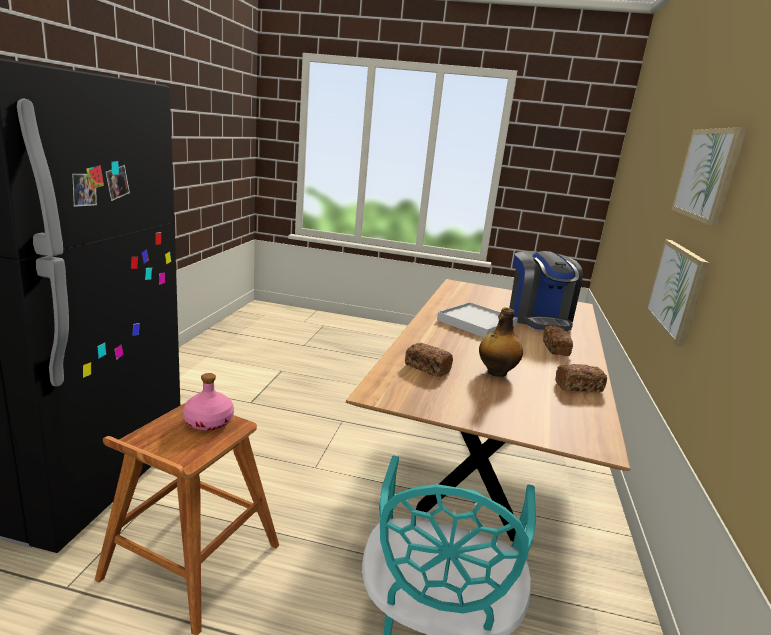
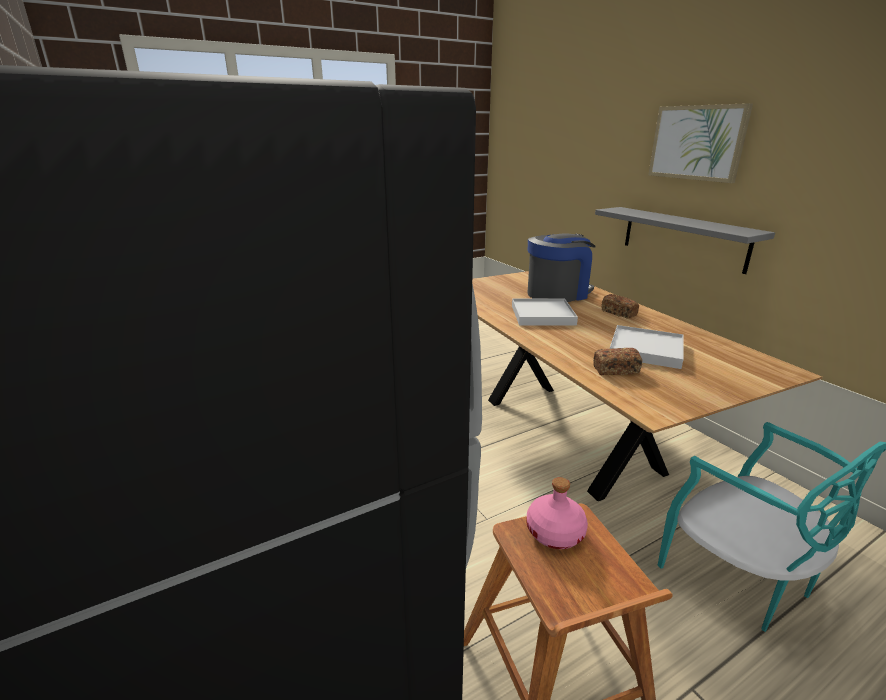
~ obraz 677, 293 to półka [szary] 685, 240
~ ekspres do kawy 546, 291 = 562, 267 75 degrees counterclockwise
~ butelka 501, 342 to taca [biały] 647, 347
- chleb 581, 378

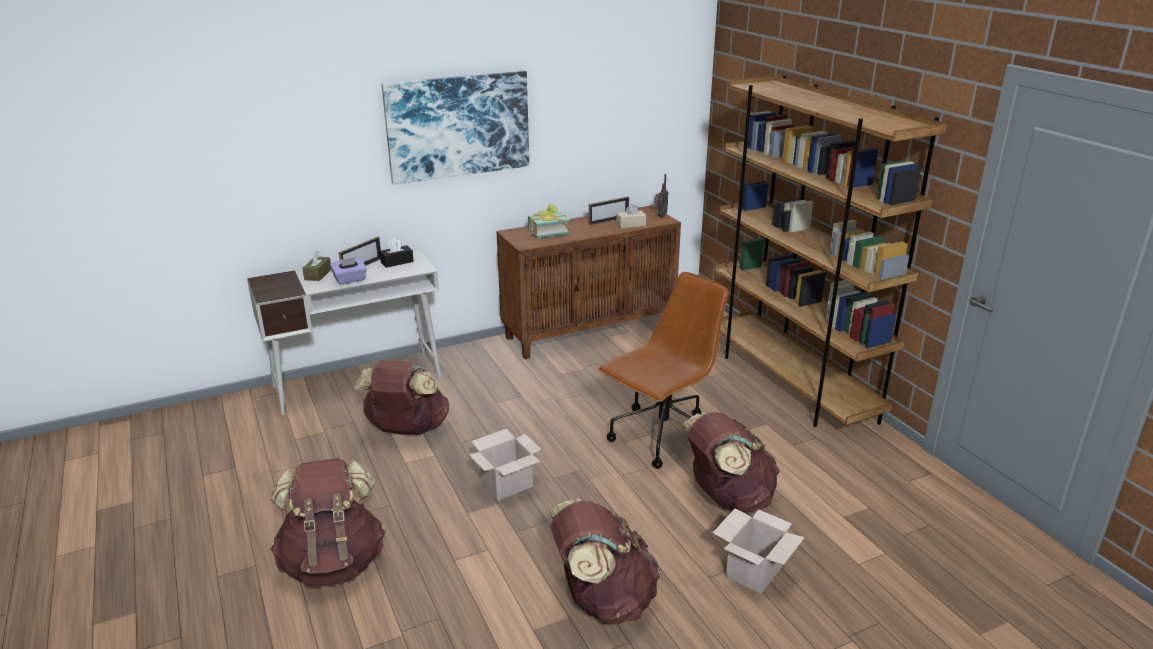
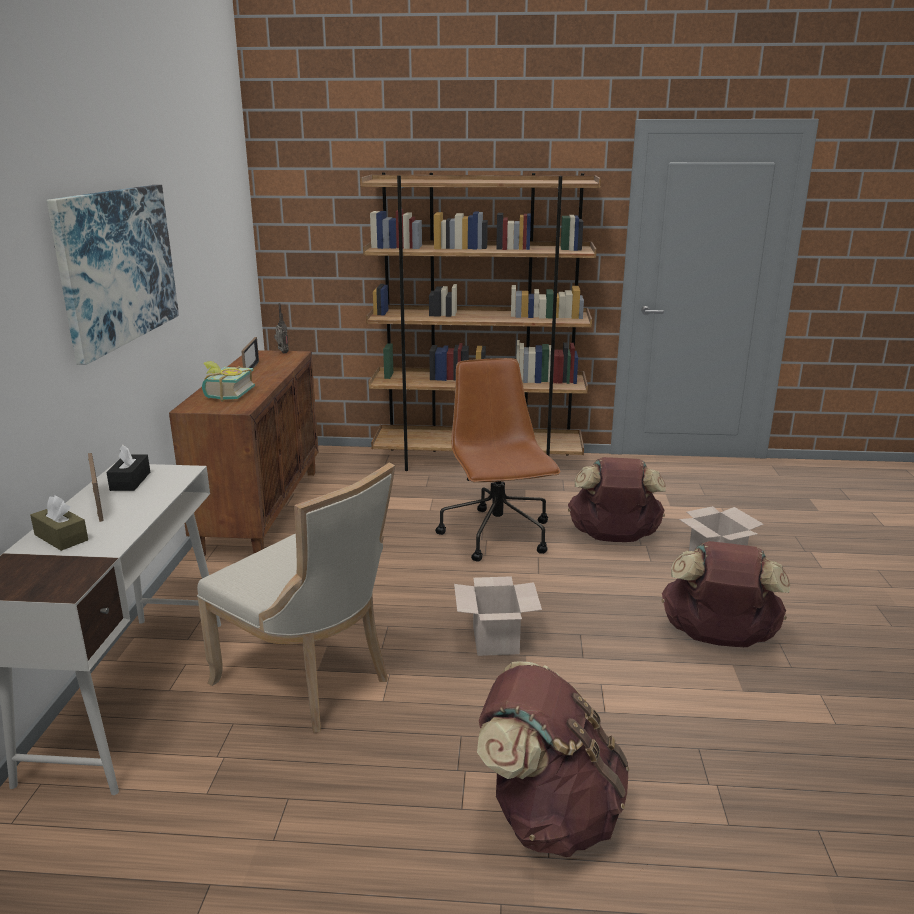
- pudełko chusteczek [beżowy] 631, 216
- pudełko chusteczek [fioletowy] 348, 271
~ plecak [brązowy] 401, 397 to krzesło [beżowy] 296, 598

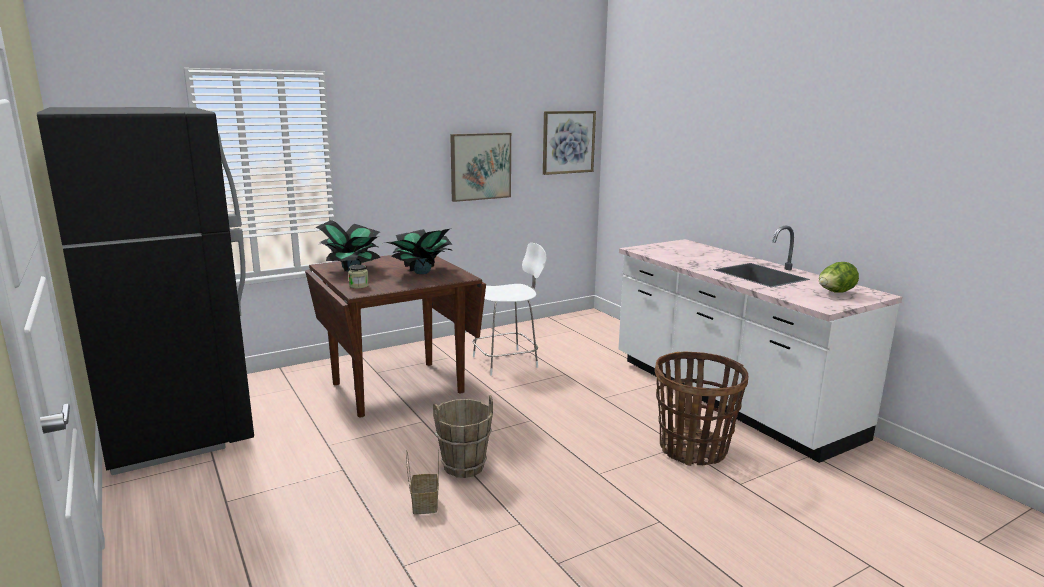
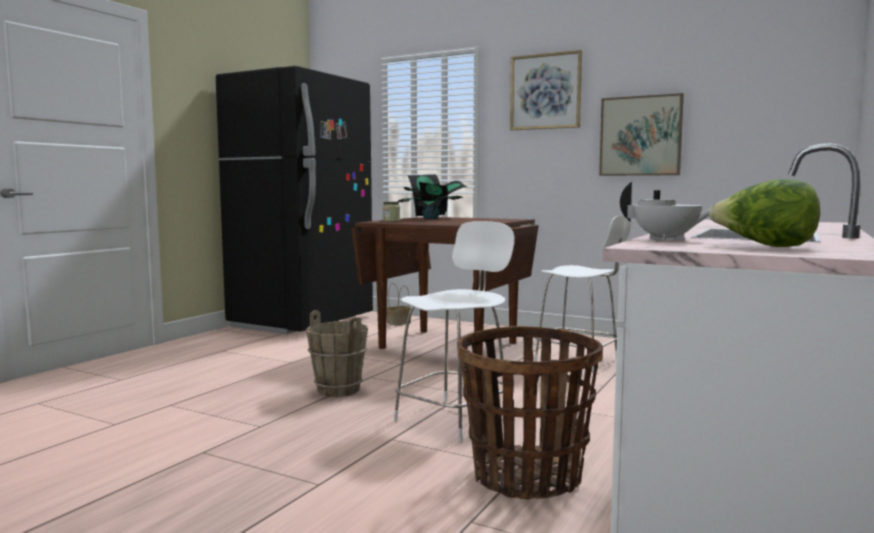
~ obraz 569, 143 to 546, 90
- roślina doniczkowa 418, 251
~ koszyk 422, 481 to 398, 304
+ imbryk [biały] 665, 211
+ krzesło [biały] 454, 331

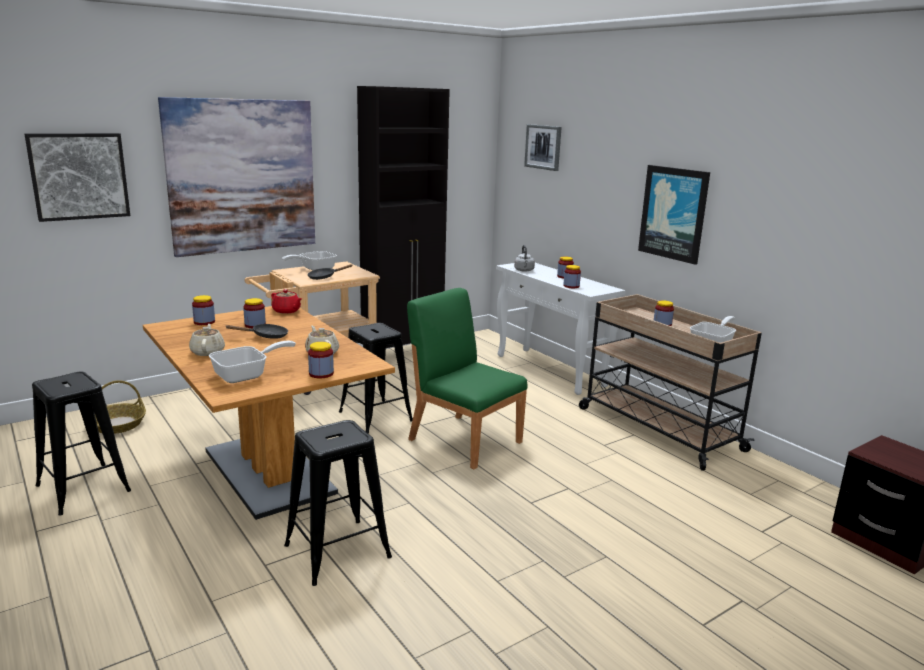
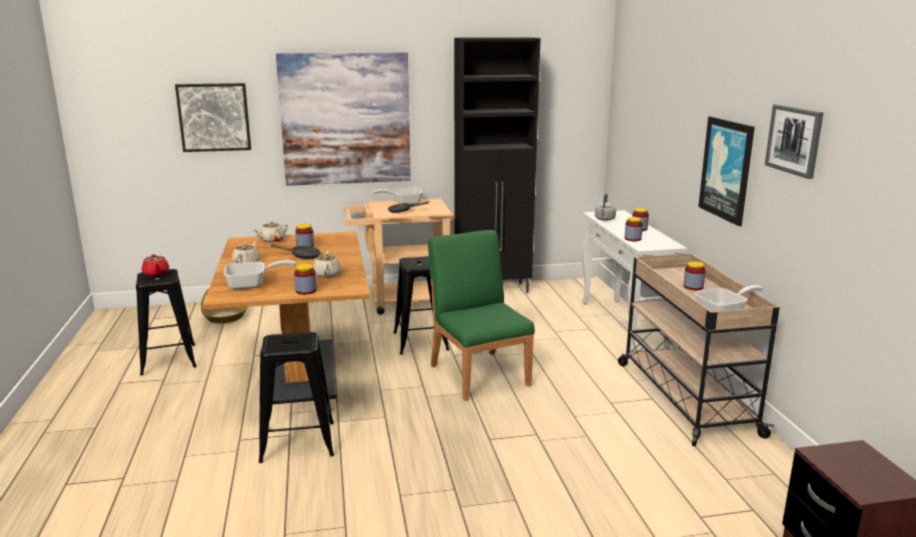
~ obraz 543, 147 to 794, 141
~ imbryk [czerwony] 286, 301 to 155, 265
~ słoik 203, 310 to imbryk [beżowy] 270, 232

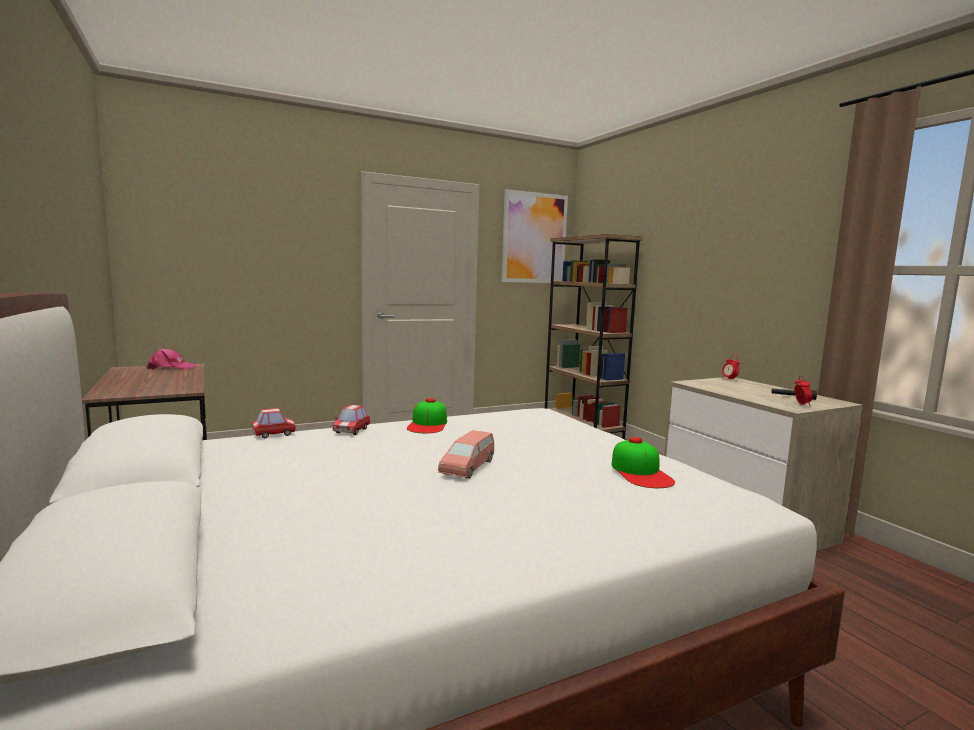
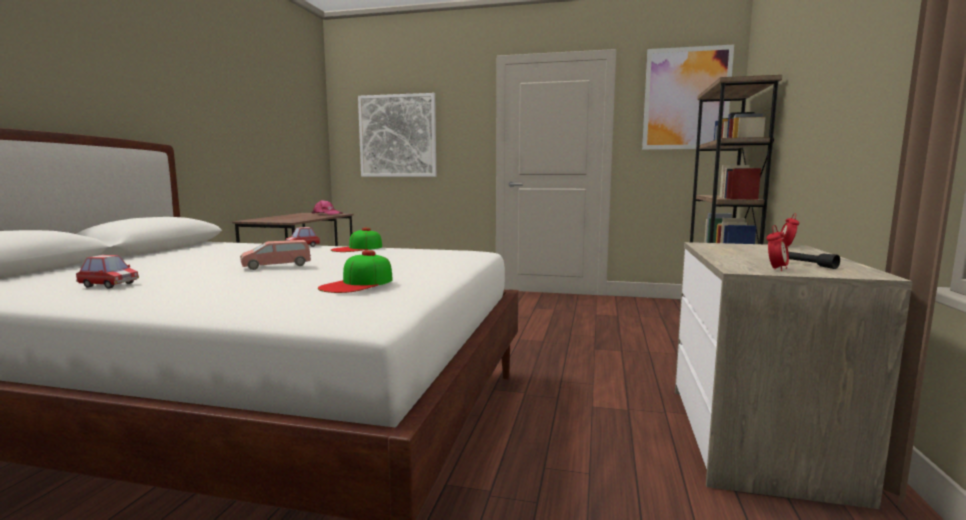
~ samochodzik 274, 423 to 107, 272
+ obraz 397, 135

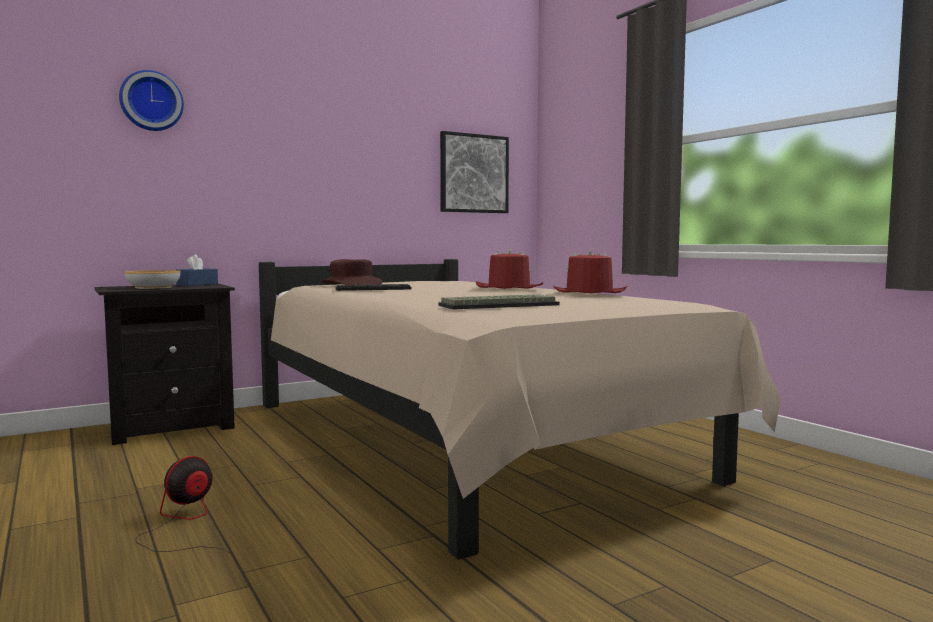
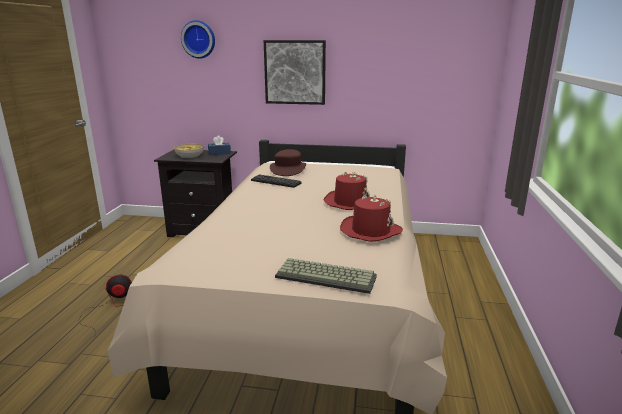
~ obraz 474, 172 to 295, 72
~ klawiatura 499, 302 to 326, 276

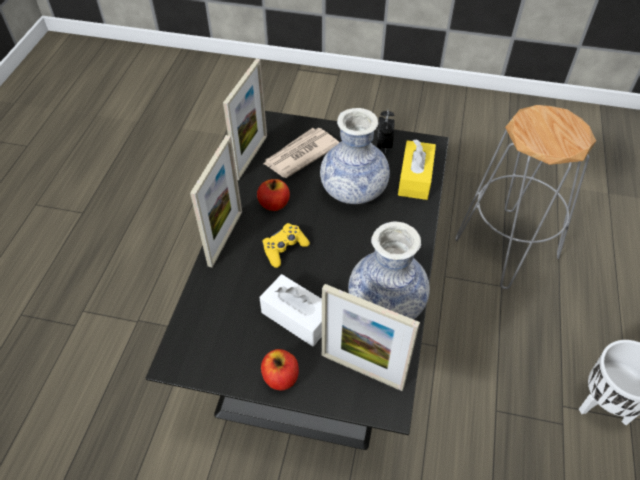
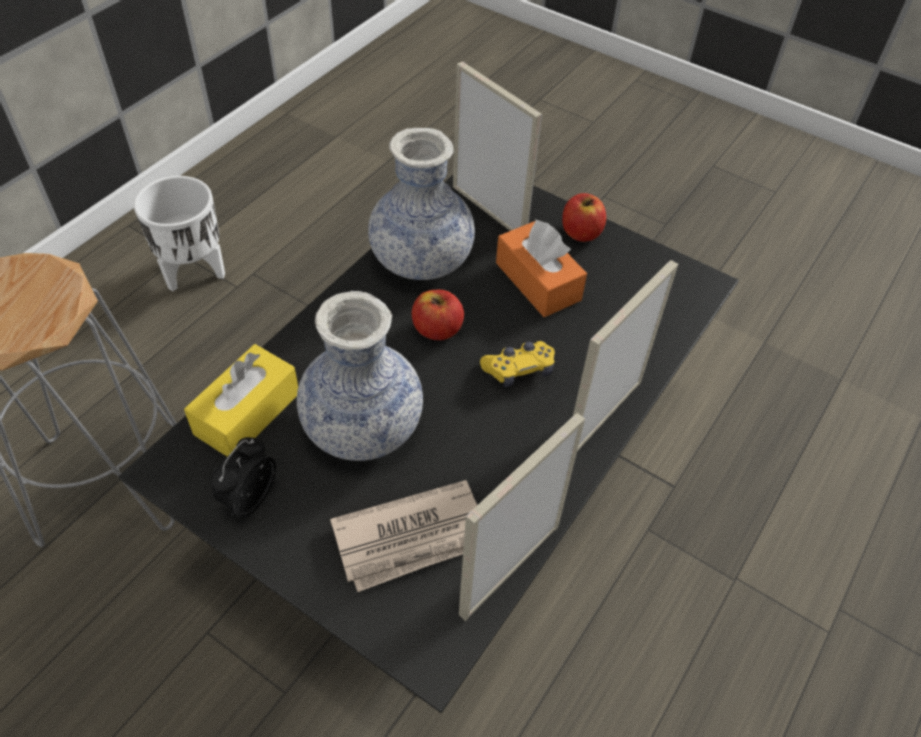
~ jabłko 273, 195 to 438, 315
~ pudełko chusteczek [biały] 290, 310 to pudełko chusteczek [pomarańczowy] 541, 268

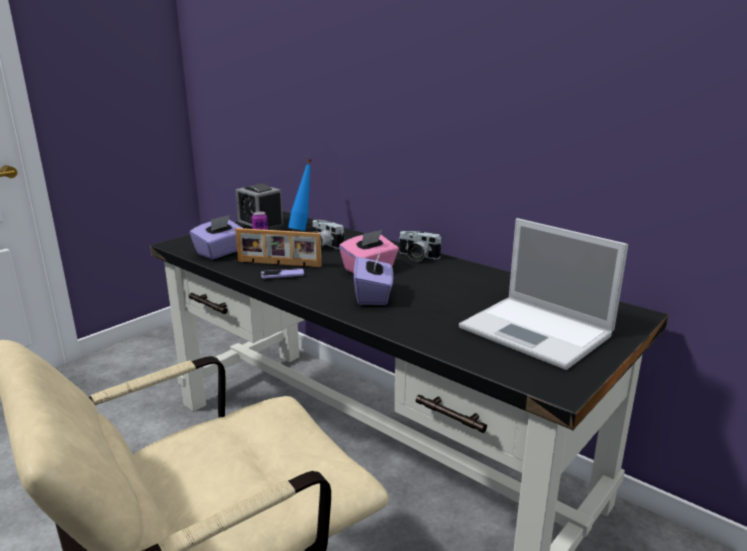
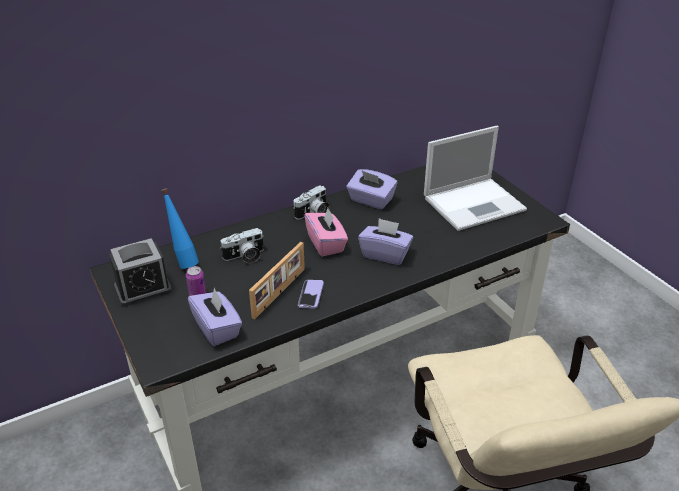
+ pudełko chusteczek [fioletowy] 372, 189

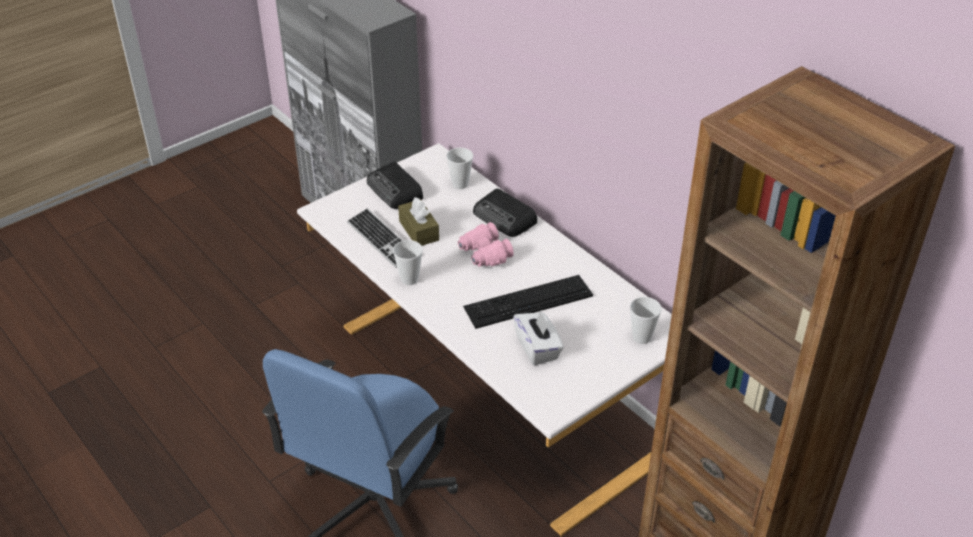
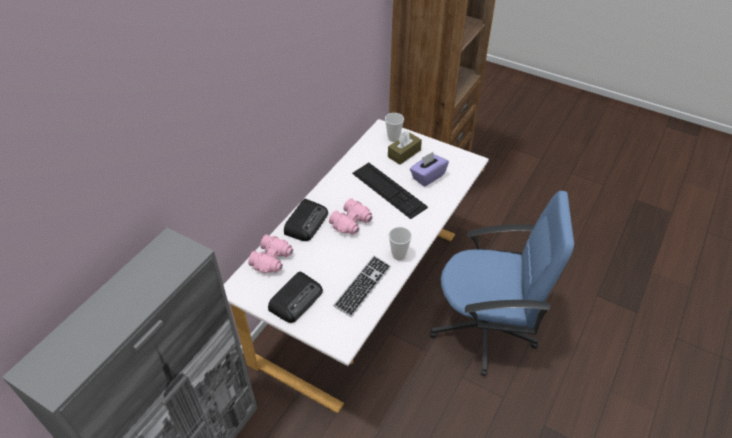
~ filiżanka 459, 168 to lornetka [różowy] 270, 253
~ pudełko chusteczek [brązowy] 418, 221 to 405, 148
~ pudełko chusteczek [biały] 538, 338 to pudełko chusteczek [fioletowy] 429, 169

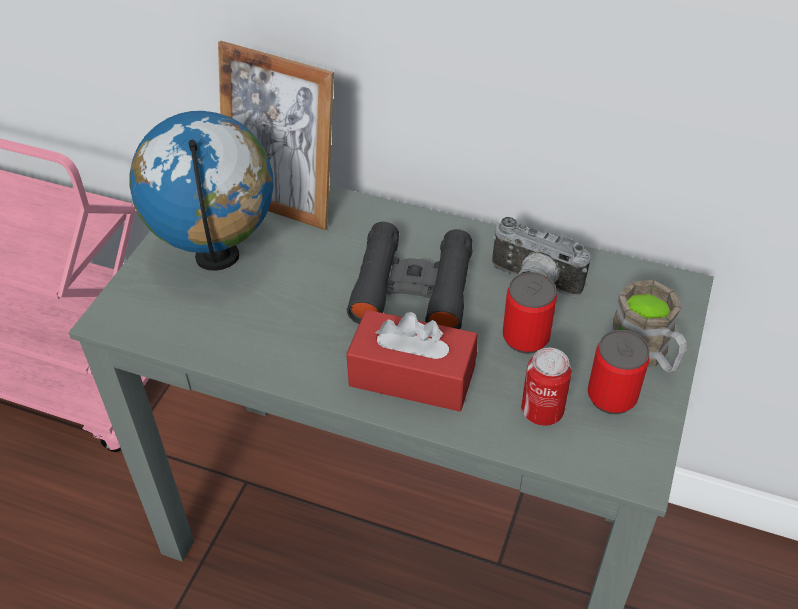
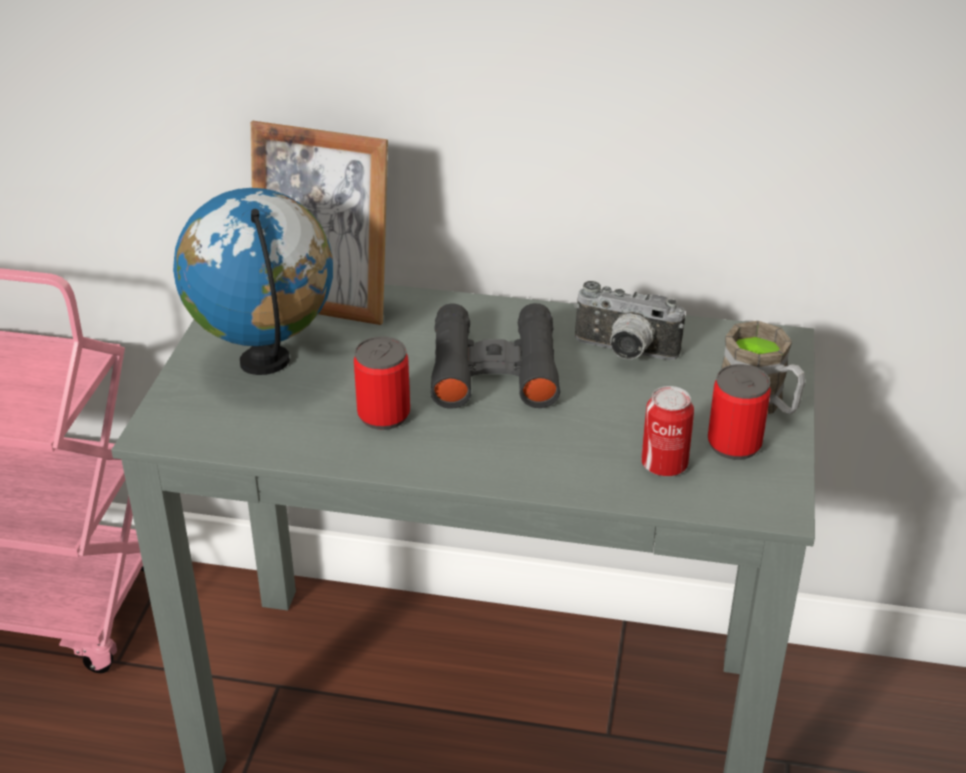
~ puszka 530, 313 to 382, 383
- pudełko chusteczek [czerwony] 412, 361

